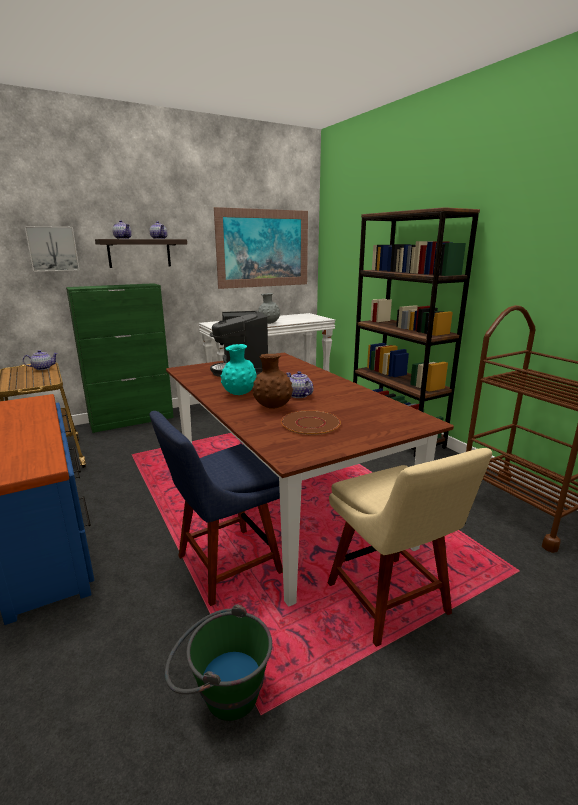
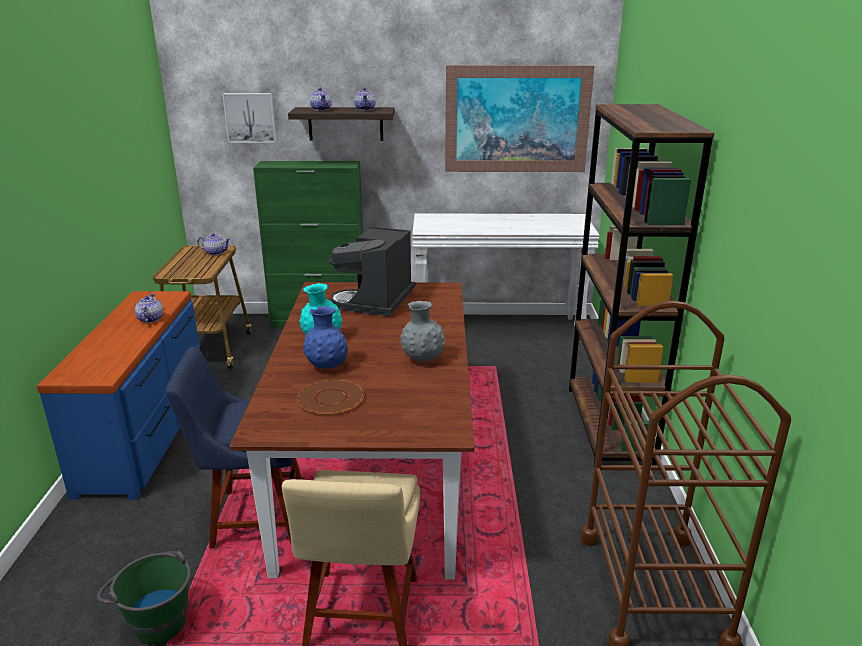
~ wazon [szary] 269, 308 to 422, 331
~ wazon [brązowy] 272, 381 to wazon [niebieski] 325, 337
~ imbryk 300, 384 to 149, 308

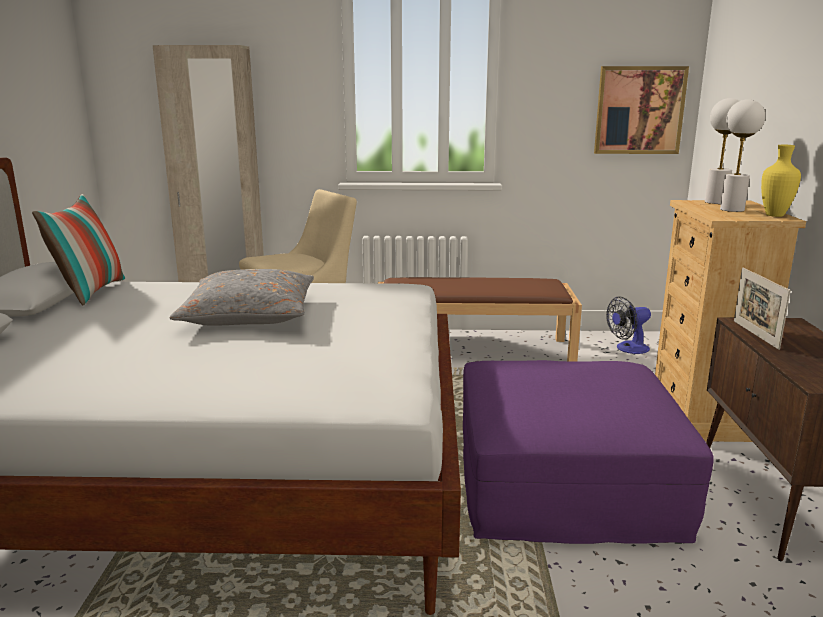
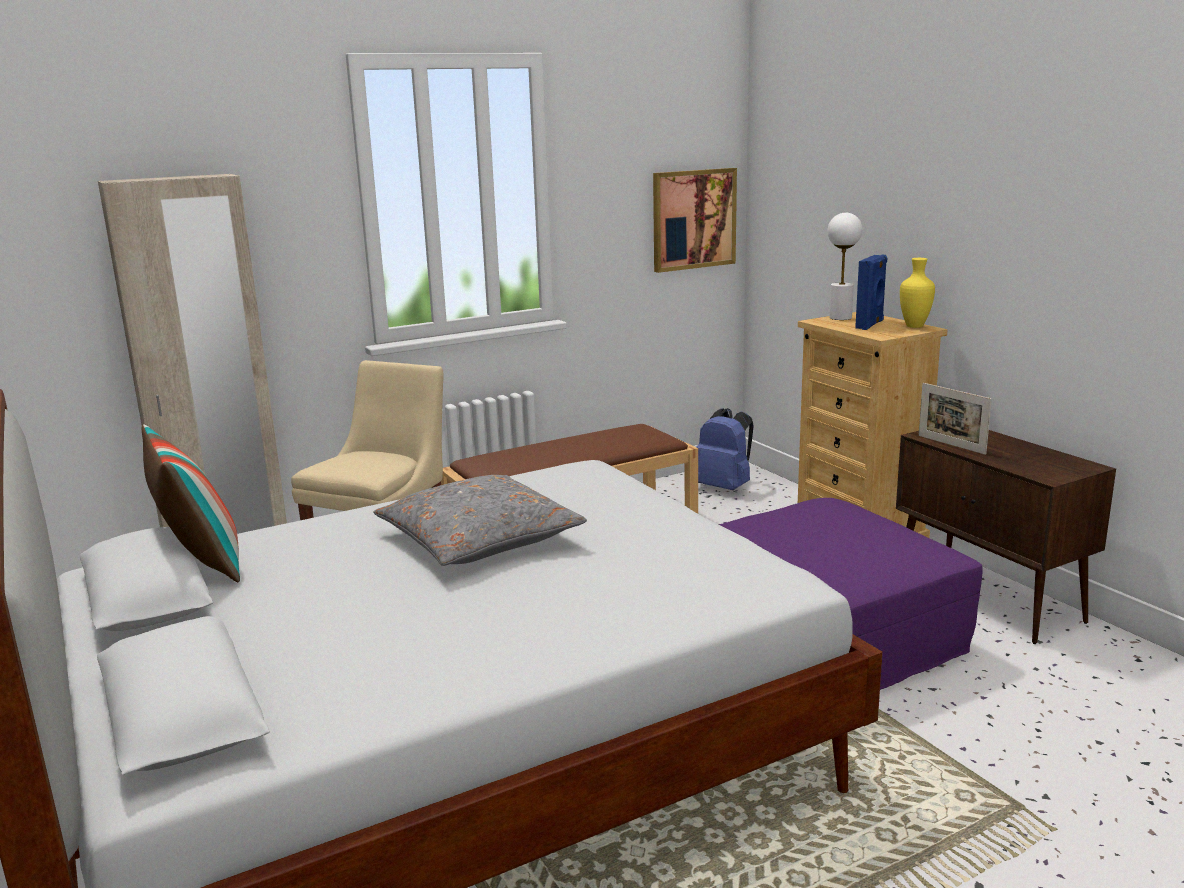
~ lampa stołowa [biały] 742, 155 to głośnik [niebieski] 871, 292
~ wentylator 628, 325 to plecak [niebieski] 725, 449

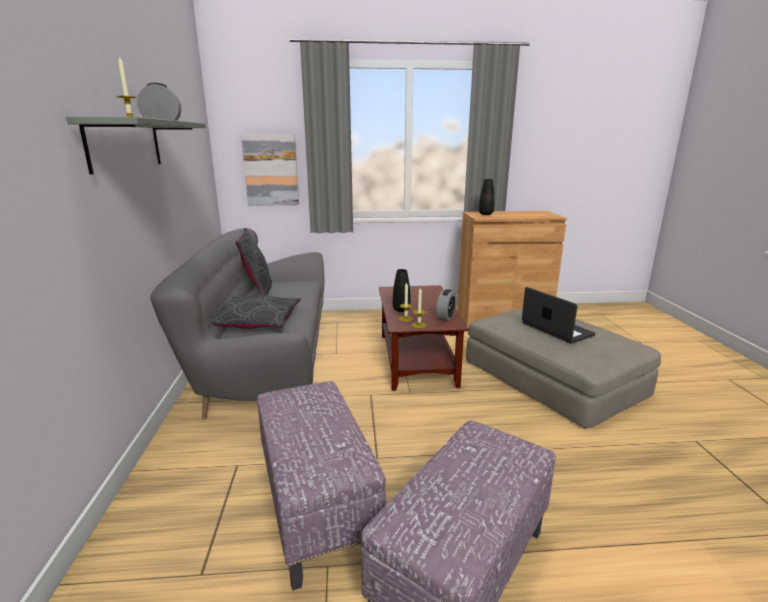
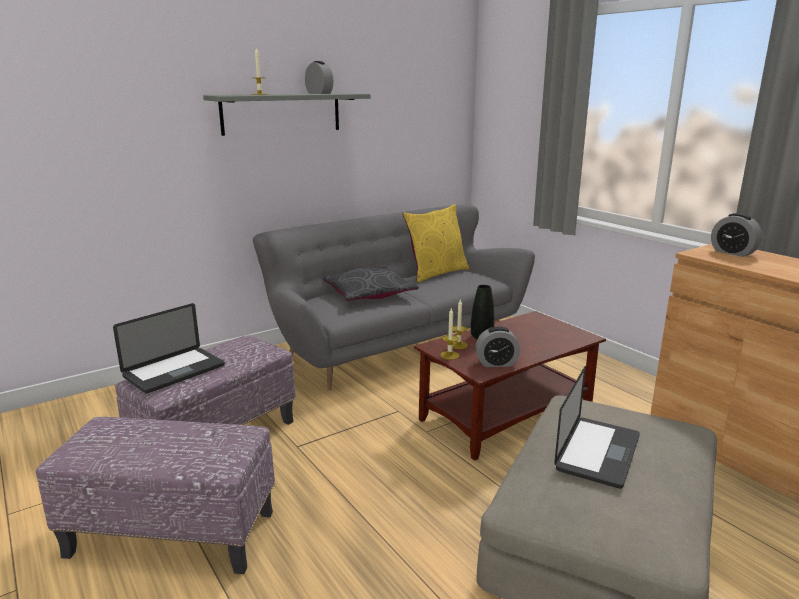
- obraz 270, 170
~ wazon [czarny] 486, 197 to budzik 736, 235
~ poduszka [szary] 253, 262 to poduszka [żółty] 436, 243
+ laptop 169, 348

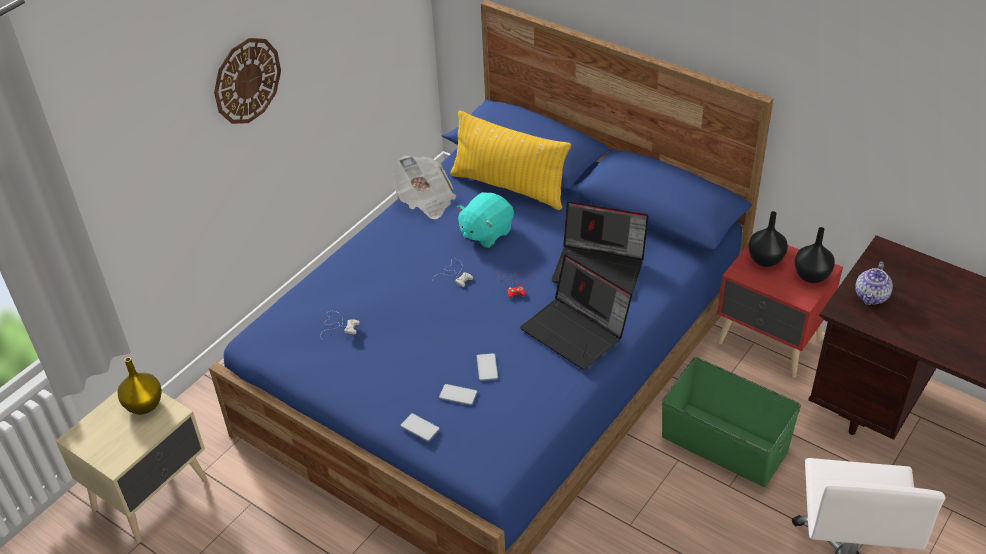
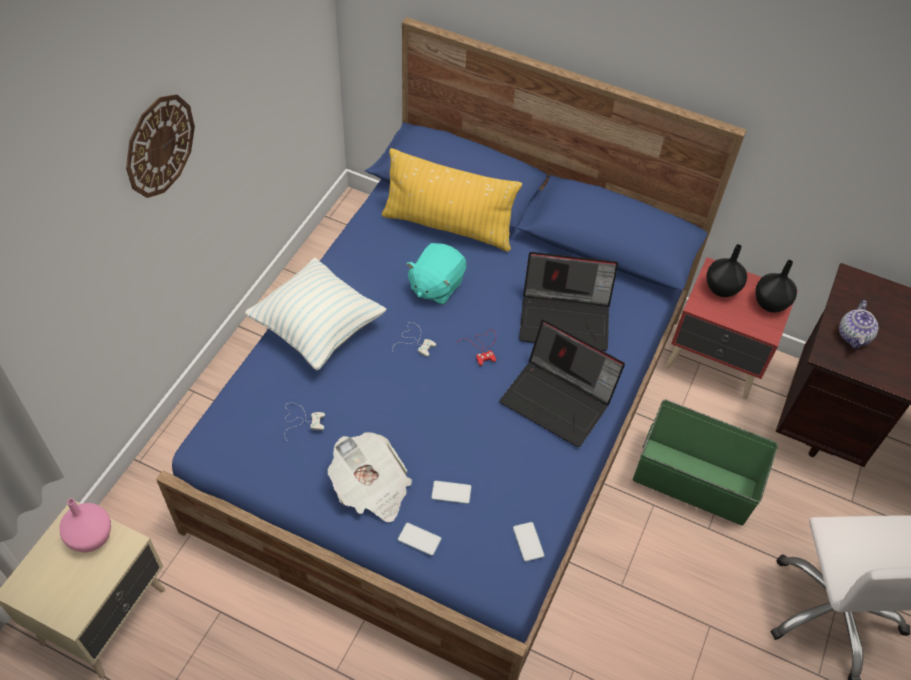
~ gazeta 423, 187 to 369, 477
~ telefon 487, 367 to 529, 542
~ wazon [żółty] 140, 386 to wazon [różowy] 85, 525
+ poduszka 315, 314

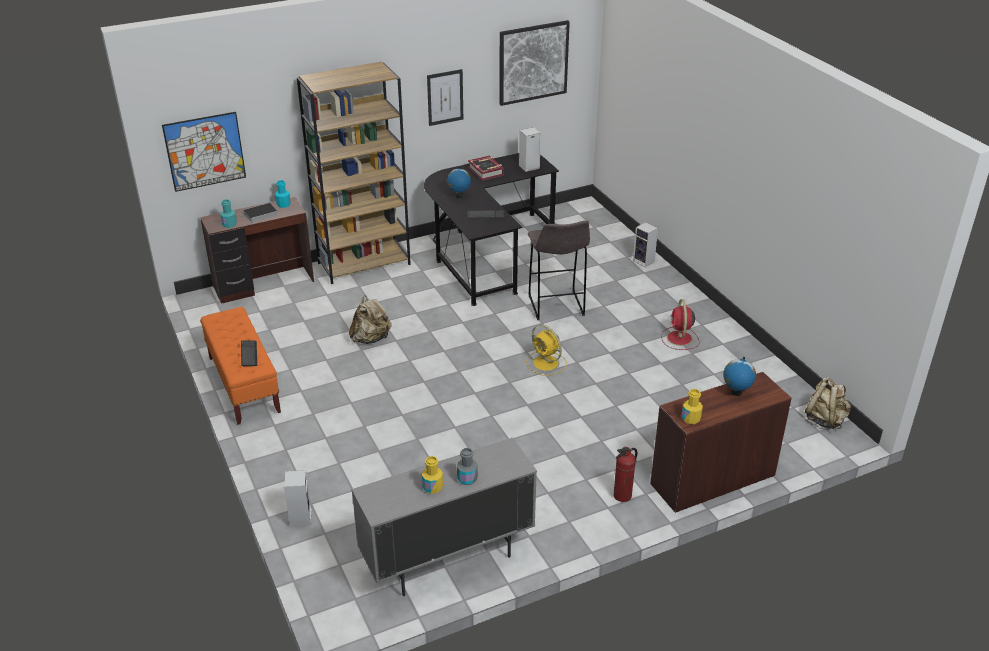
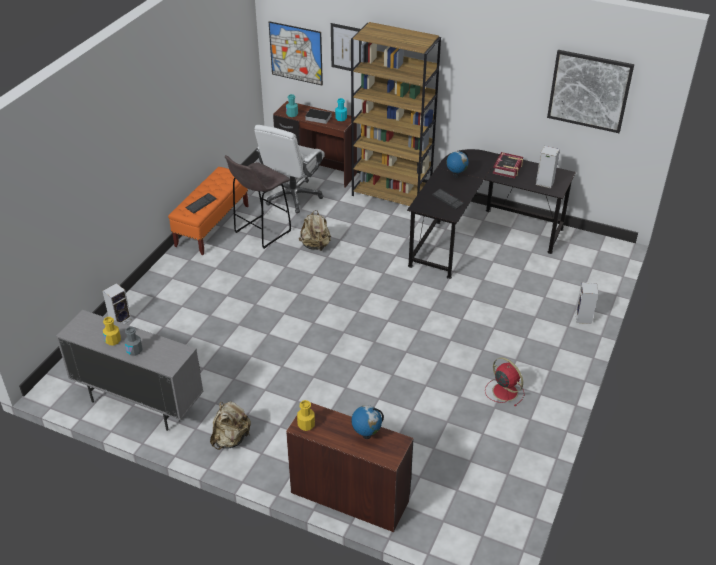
~ obraz 445, 97 to 346, 47
~ stołek [szary] 559, 270 to 258, 202
~ wentylator [czerwony] 680, 324 = 505, 381 90 degrees clockwise
- wentylator [żółty] 546, 350
~ plecak [beżowy] 828, 403 to 230, 425
- gaśnica 625, 474
+ krzesło biurowe [biały] 290, 169

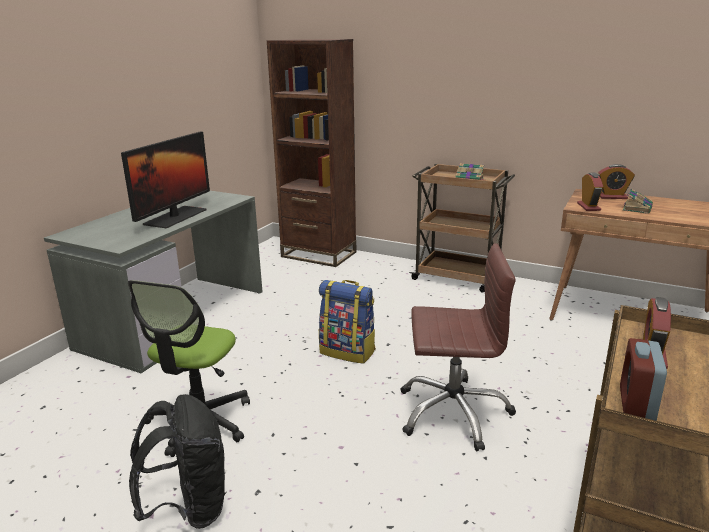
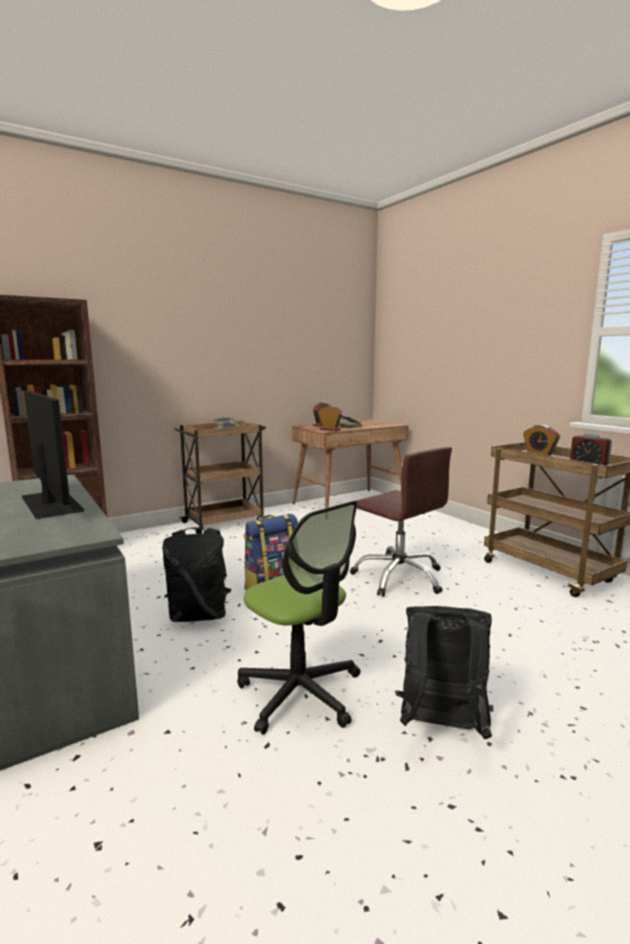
~ krzesło biurowe [brązowy] 458, 347 = 401, 522 105 degrees clockwise
+ plecak [czarny] 196, 574

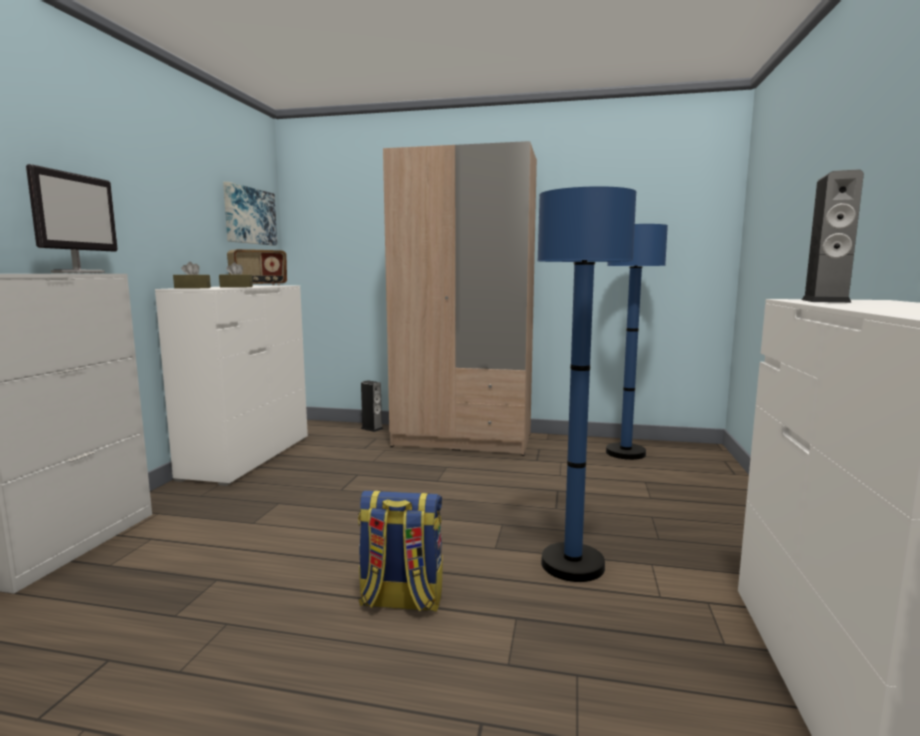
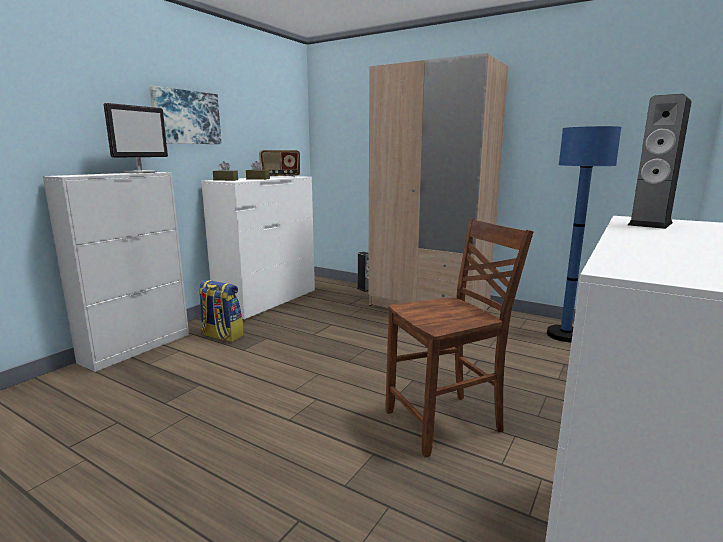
~ obraz 250, 214 to 185, 115
~ lampa stojąca [niebieski] 587, 384 to krzesło [brązowy] 459, 338
~ plecak 400, 551 to 221, 311

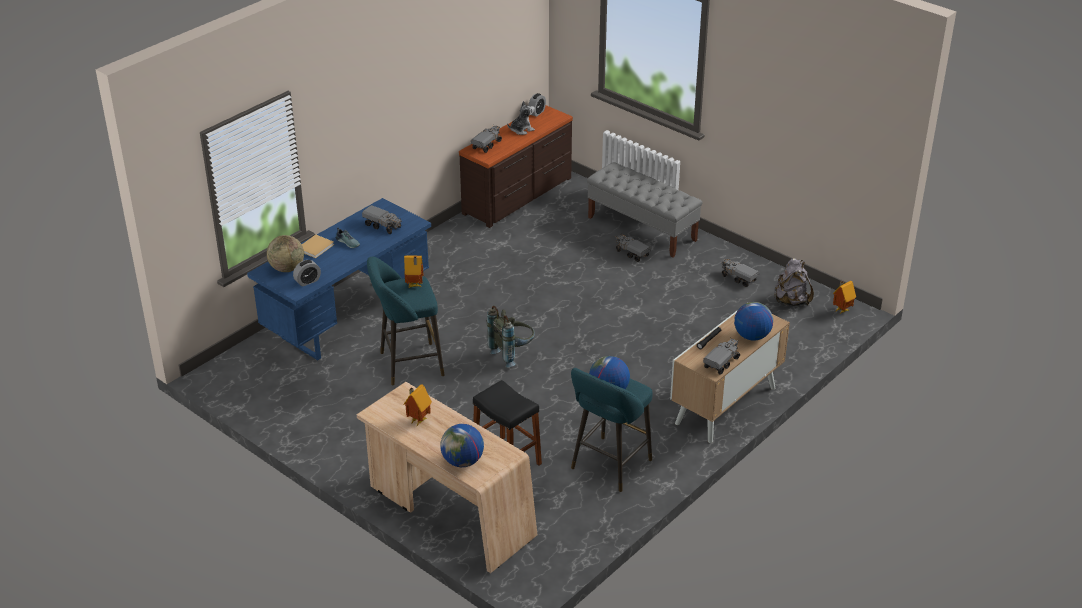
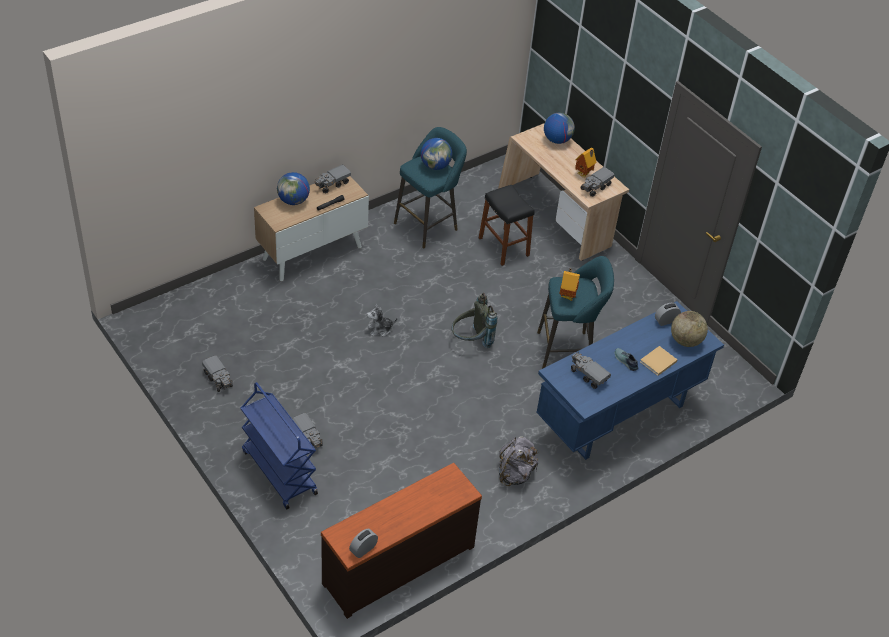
~ pluszak 521, 118 to 382, 320
~ ciężarówka zabawkowa 486, 139 to 597, 182
~ ławka [szary] 645, 210 to wózek [niebieski] 279, 446
~ plecak [szary] 794, 282 to 519, 461
- domek 844, 298

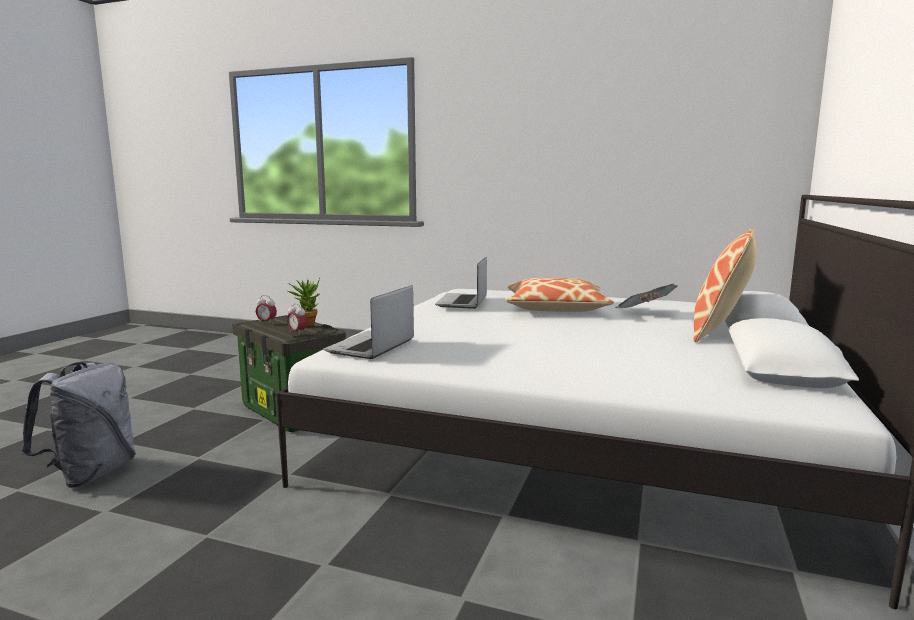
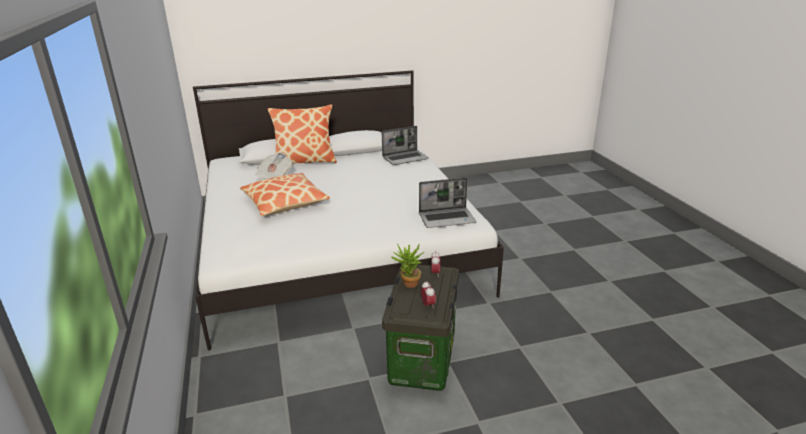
~ laptop 461, 283 to 405, 145
- plecak [szary] 78, 425

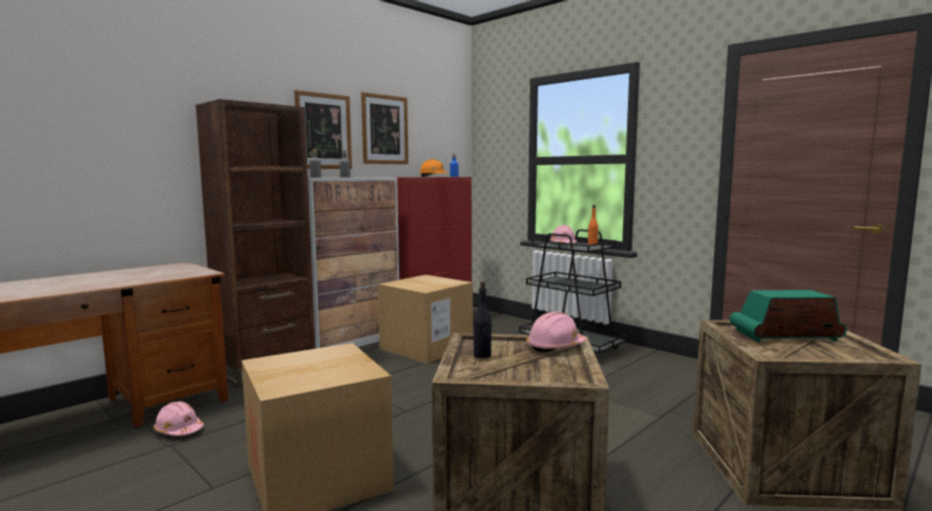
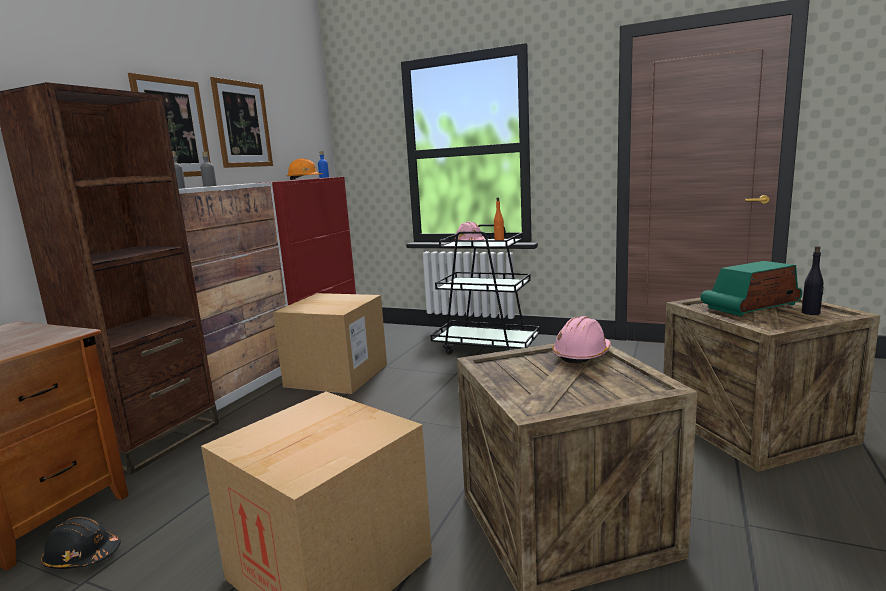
~ butelka [czarny] 482, 319 to 813, 280
~ kask [różowy] 179, 418 to kask [czarny] 81, 542

